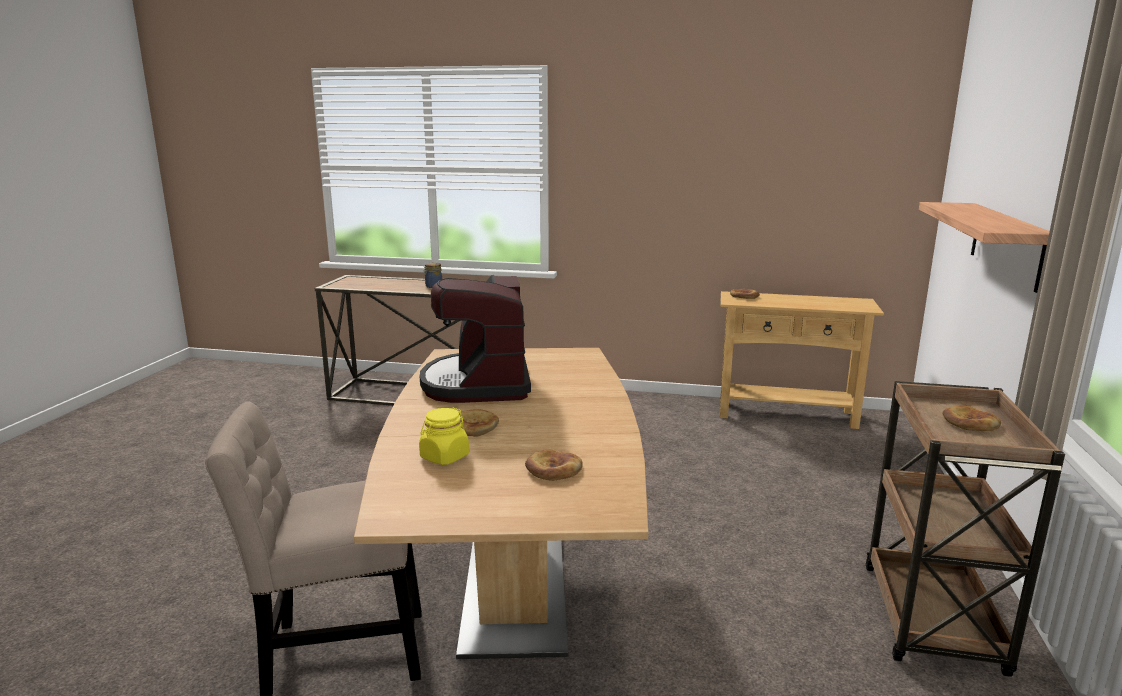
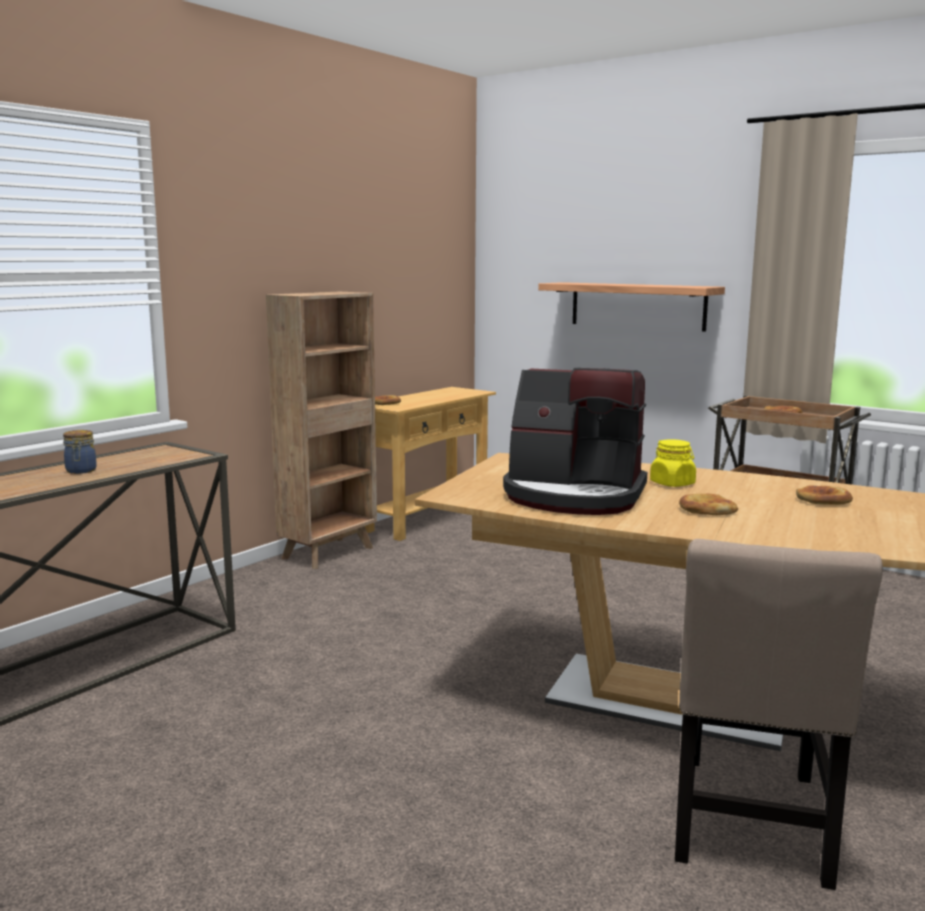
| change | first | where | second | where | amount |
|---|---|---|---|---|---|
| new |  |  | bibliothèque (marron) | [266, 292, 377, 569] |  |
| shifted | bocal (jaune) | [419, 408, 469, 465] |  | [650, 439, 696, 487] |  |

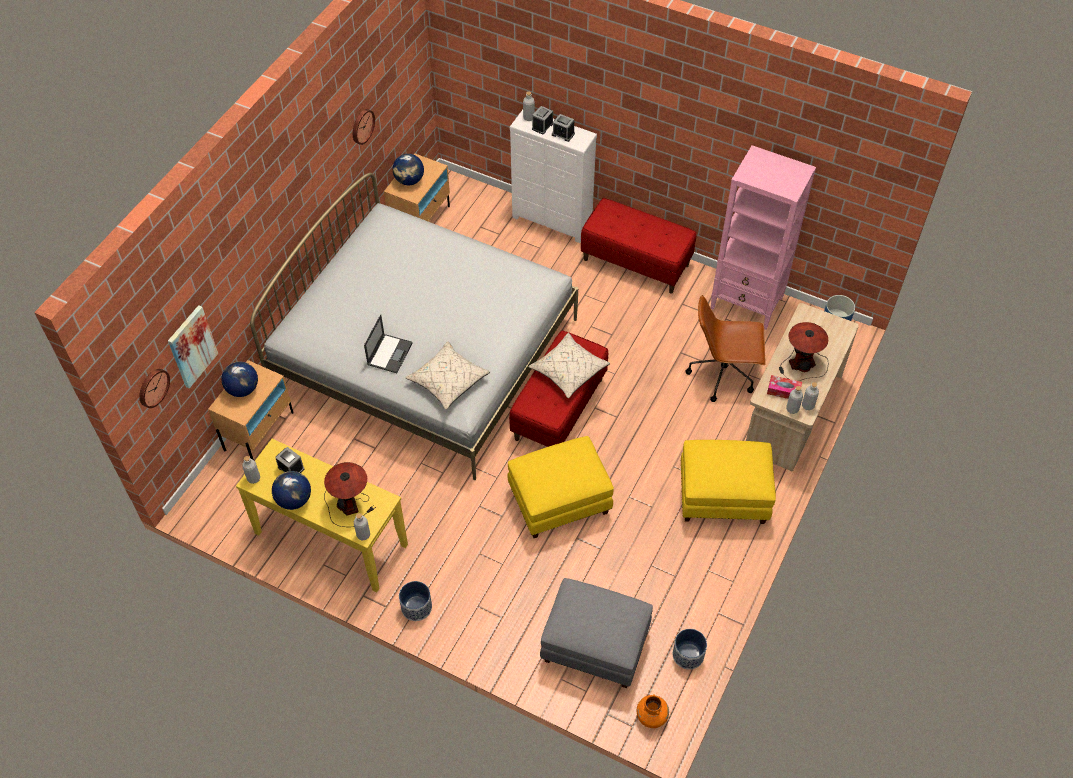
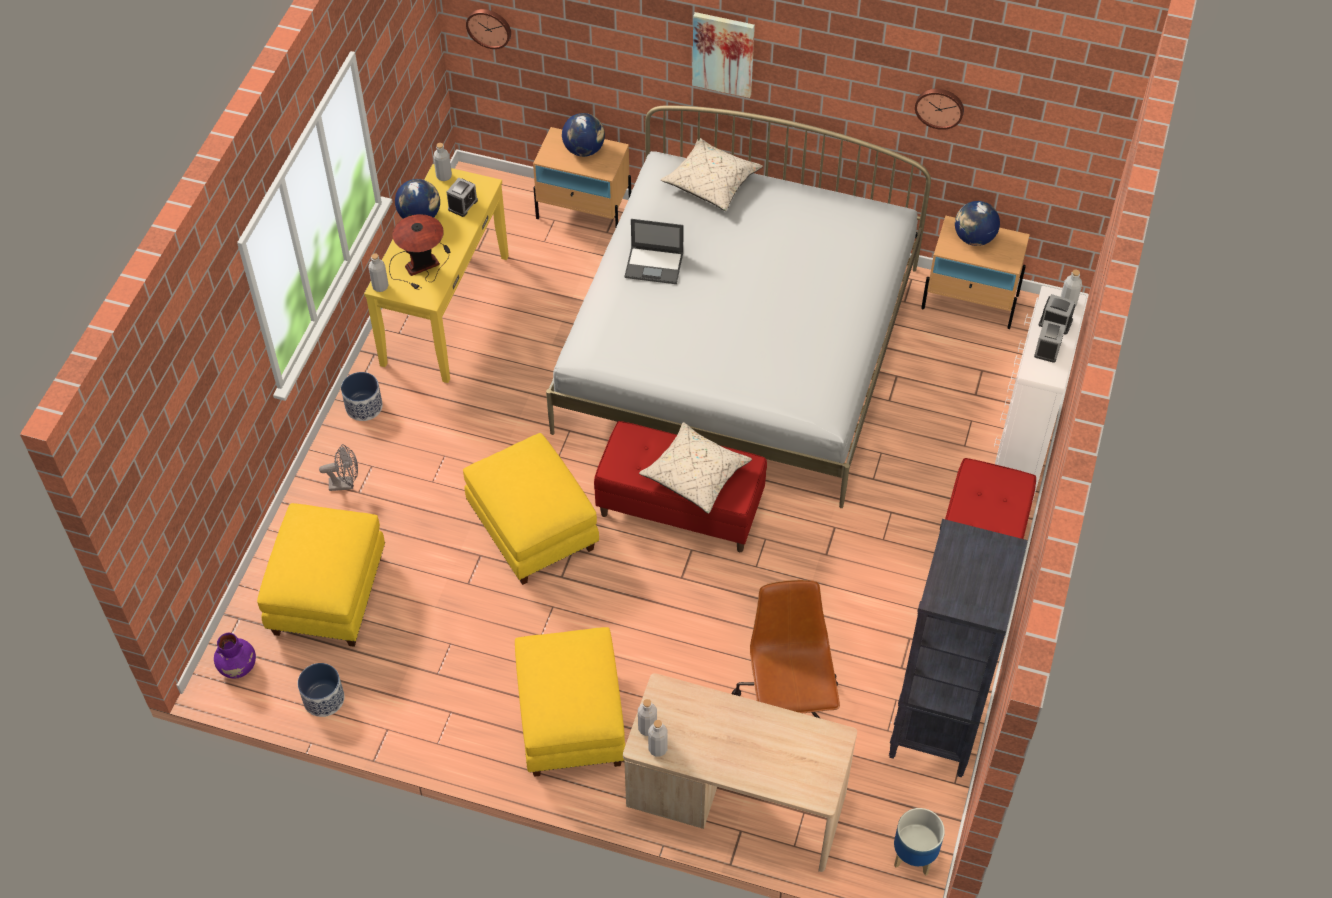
| change | first | where | second | where | amount |
|---|---|---|---|---|---|
| repainted | vase (orange) | [637, 694, 669, 728] | vase (violet) | [214, 633, 256, 679] |  |
| repainted | pouf (gris) | [540, 578, 653, 688] | pouf (jaune) | [257, 503, 385, 647] |  |
| new |  |  | ventilateur (gris) | [319, 444, 358, 491] |  |
| shifted | coussin (beige) | [405, 341, 490, 410] |  | [661, 138, 763, 211] |  |
| shifted | tableau | [168, 305, 218, 388] |  | [692, 12, 755, 98] |  |
| repainted | bibliothèque (rose) | [710, 145, 816, 330] | bibliothèque (noir) | [889, 519, 1028, 778] |  |
| gone | boîte à mouchoirs | [767, 375, 802, 399] |  |  |  |
| gone | lampe de table | [779, 322, 828, 381] |  |  |  |

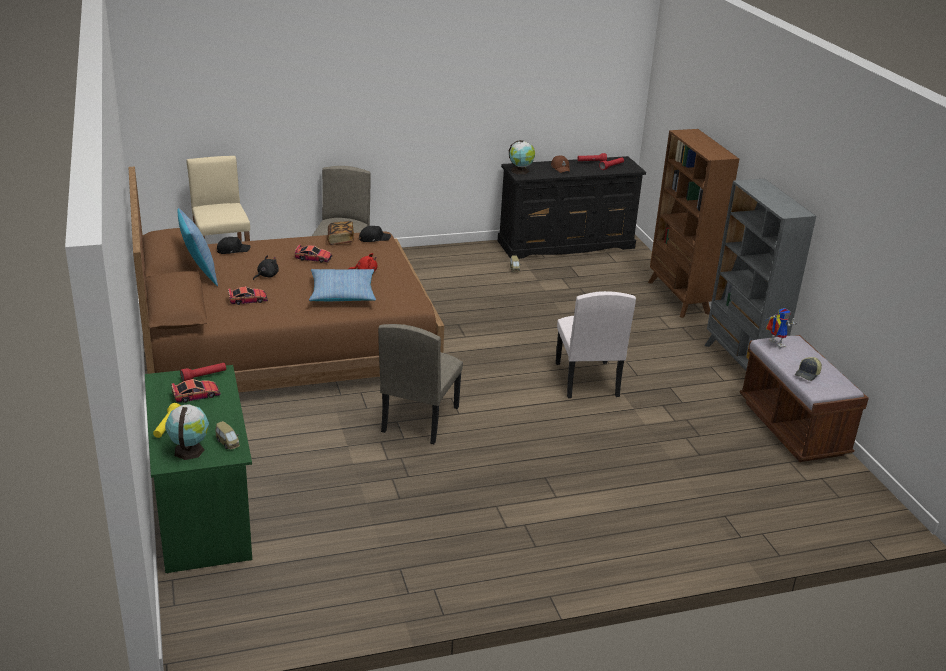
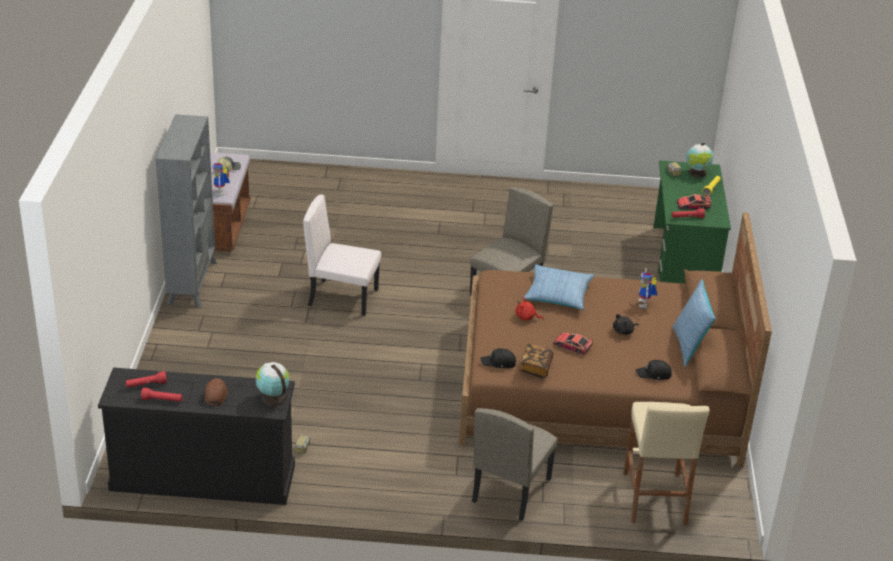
| change | first | where | second | where | amount |
|---|---|---|---|---|---|
| rotated | chaise (blanc) | [556, 291, 636, 398] |  | [303, 194, 381, 316] | 90 degrees counterclockwise |
| swapped | petite voiture | [228, 286, 268, 305] | robot jouet | [639, 268, 657, 308] |  |
| gone | bibliothèque (marron) | [648, 129, 739, 318] |  |  |  |

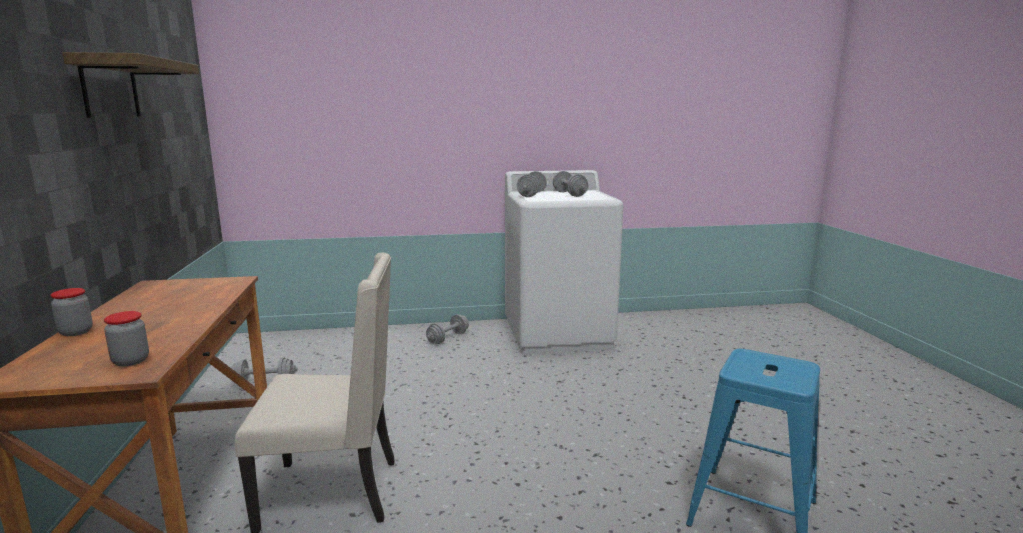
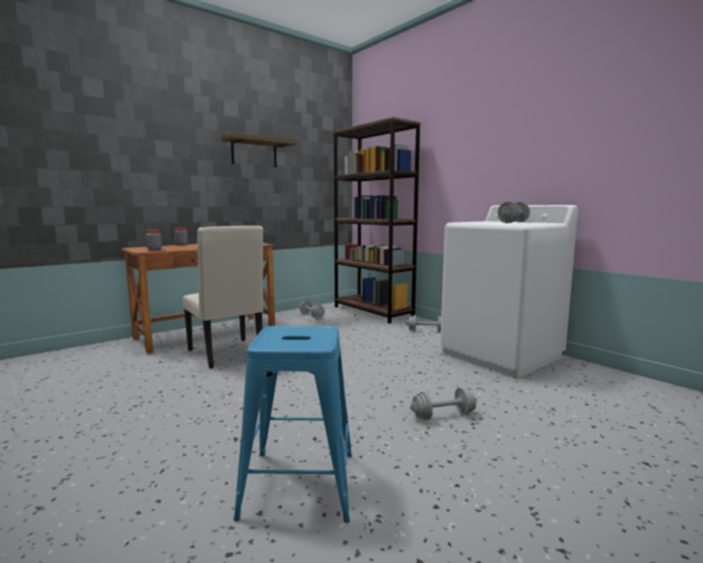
| change | first | where | second | where | amount |
|---|---|---|---|---|---|
| new |  |  | bibliothèque (marron) | [333, 117, 421, 324] |  |
| shifted | haltère (gris) | [517, 171, 547, 197] |  | [410, 387, 477, 420] |  |

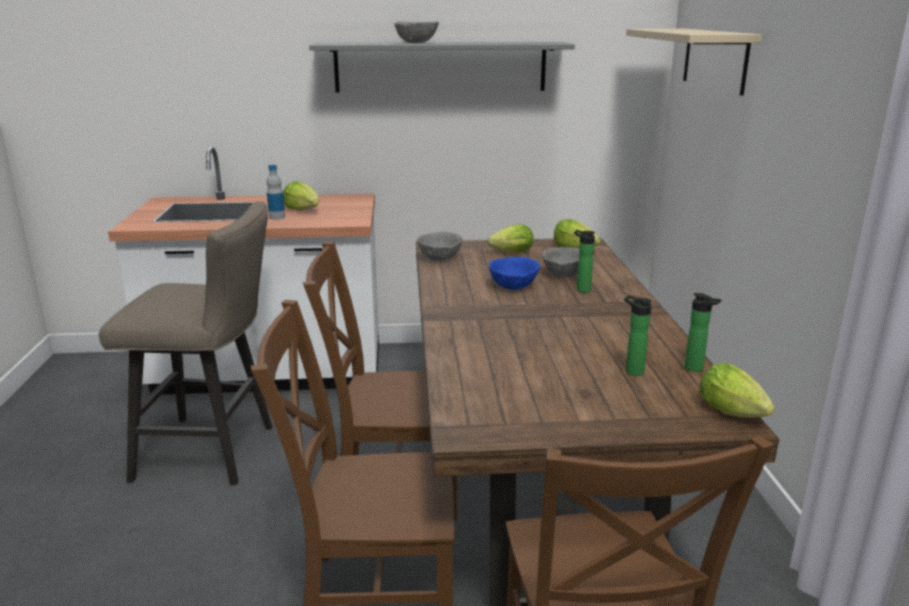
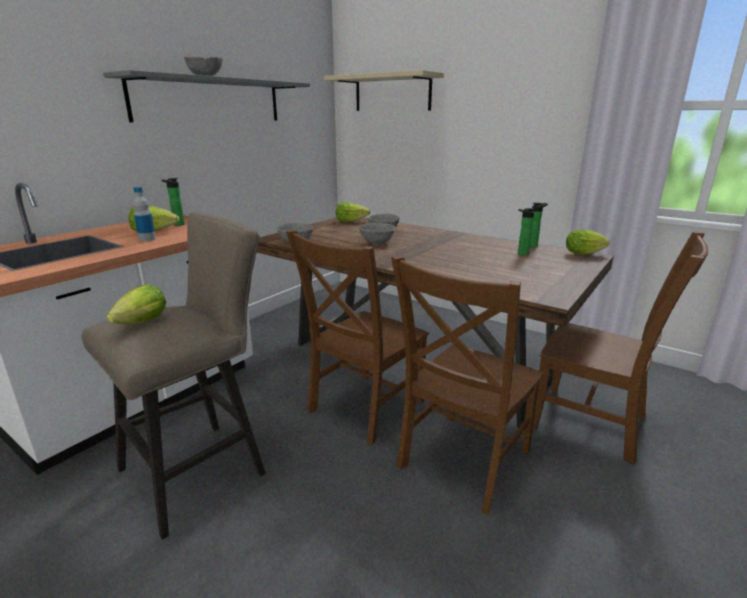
| change | first | where | second | where | amount |
|---|---|---|---|---|---|
| shifted | laitue | [488, 224, 534, 253] |  | [107, 284, 166, 324] |  |
| shifted | bouteille | [574, 230, 596, 293] |  | [161, 178, 185, 226] |  |
| repainted | bol (bleu) | [489, 257, 540, 290] | bol (gris) | [359, 222, 395, 244] |  |

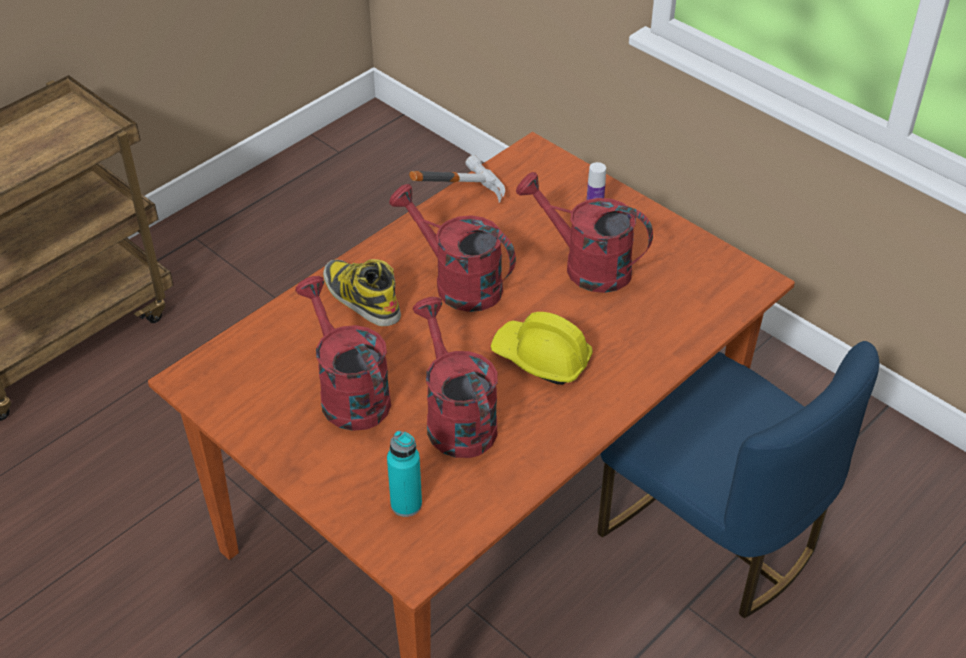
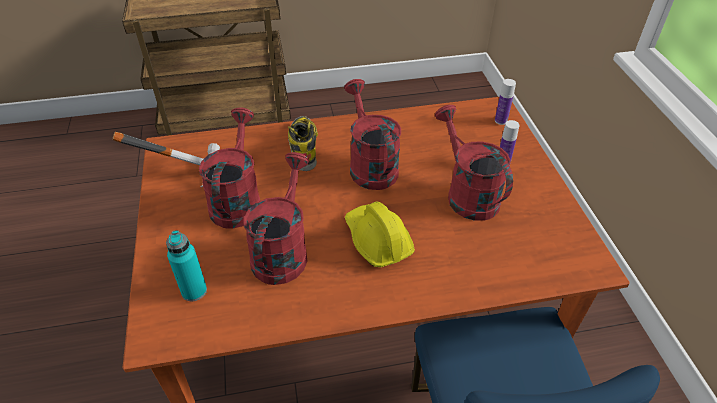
| change | first | where | second | where | amount |
|---|---|---|---|---|---|
| shifted | marteau | [409, 155, 505, 203] |  | [113, 132, 220, 187] |  |
| new |  |  | bouteille | [495, 79, 516, 125] |  |

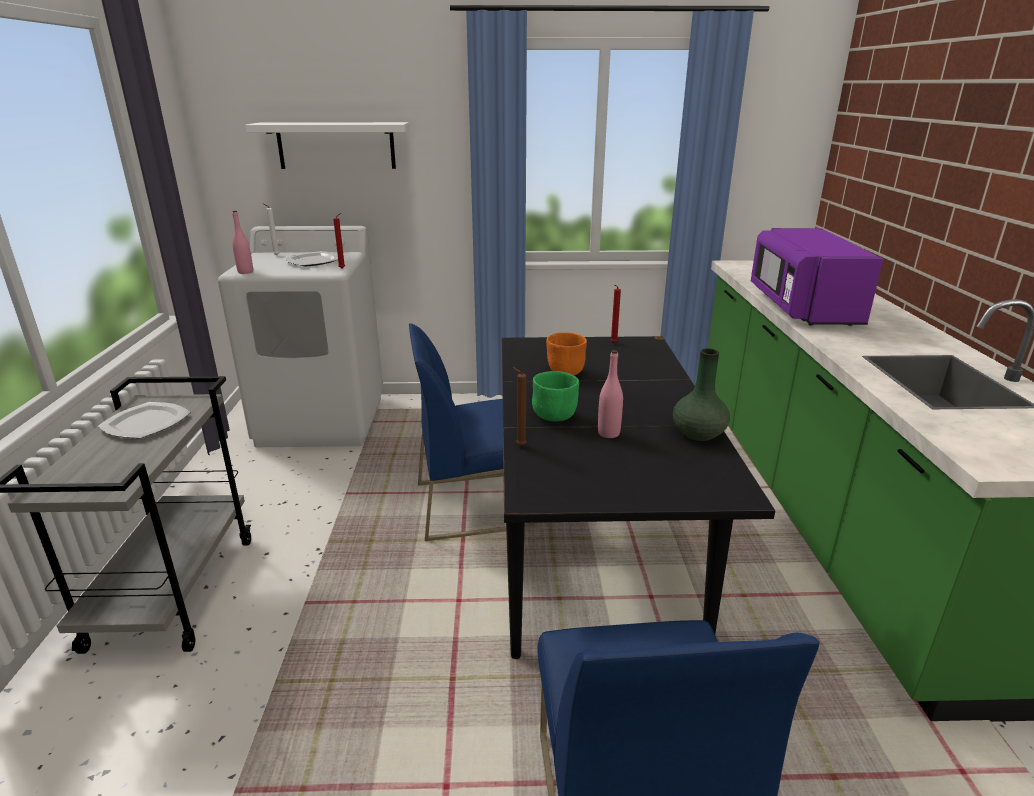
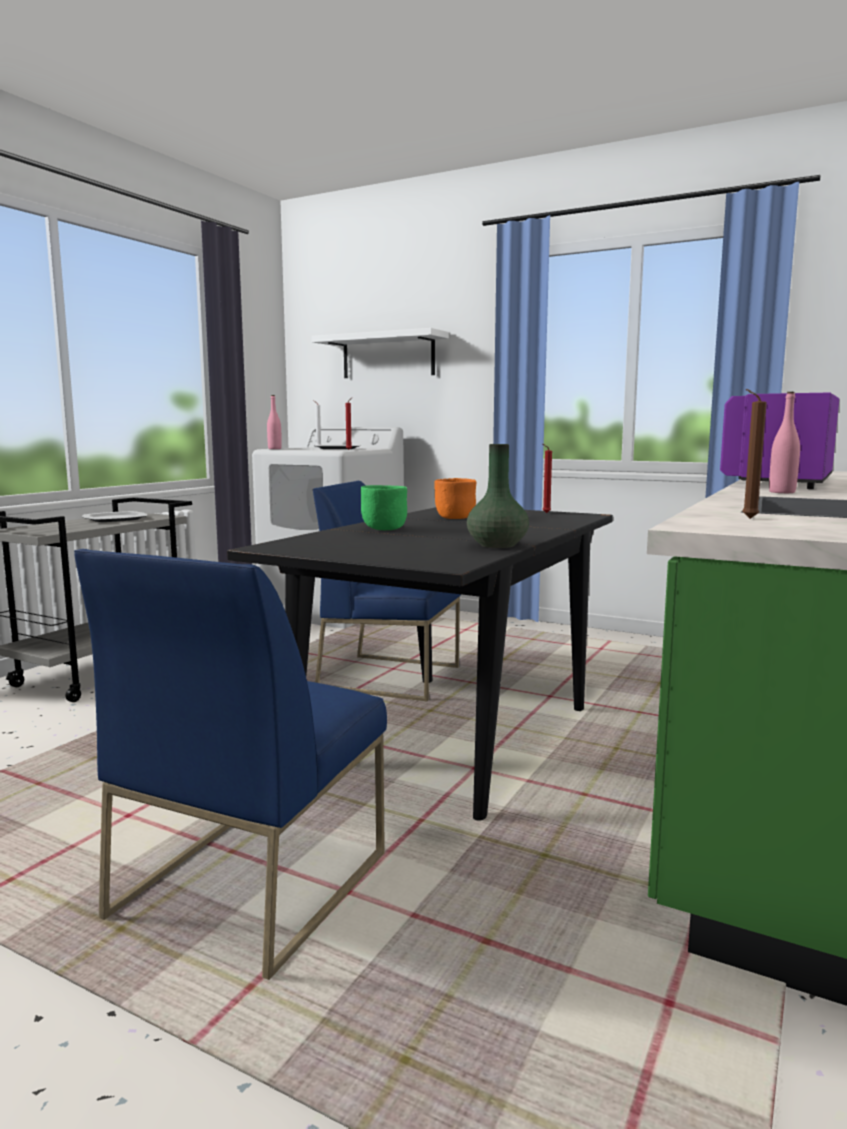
| change | first | where | second | where | amount |
|---|---|---|---|---|---|
| shifted | bougie (marron) | [512, 367, 527, 446] |  | [742, 389, 767, 519] |  |
| shifted | bouteille (rose) | [598, 350, 623, 438] |  | [769, 392, 800, 493] |  |

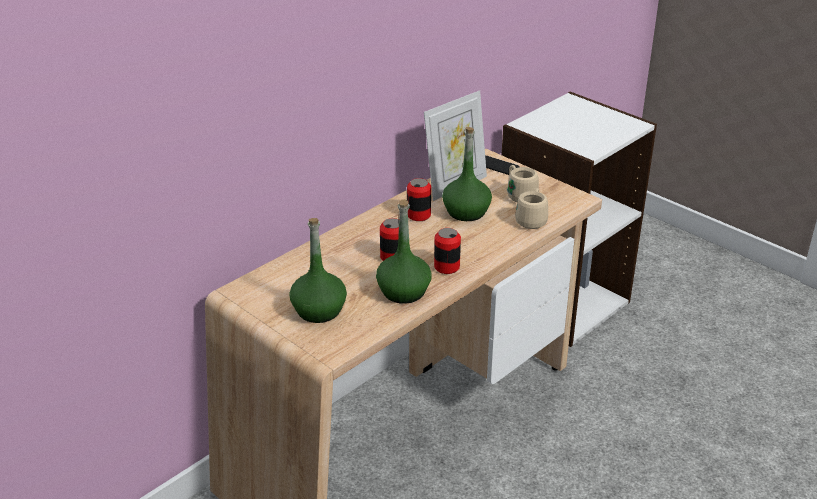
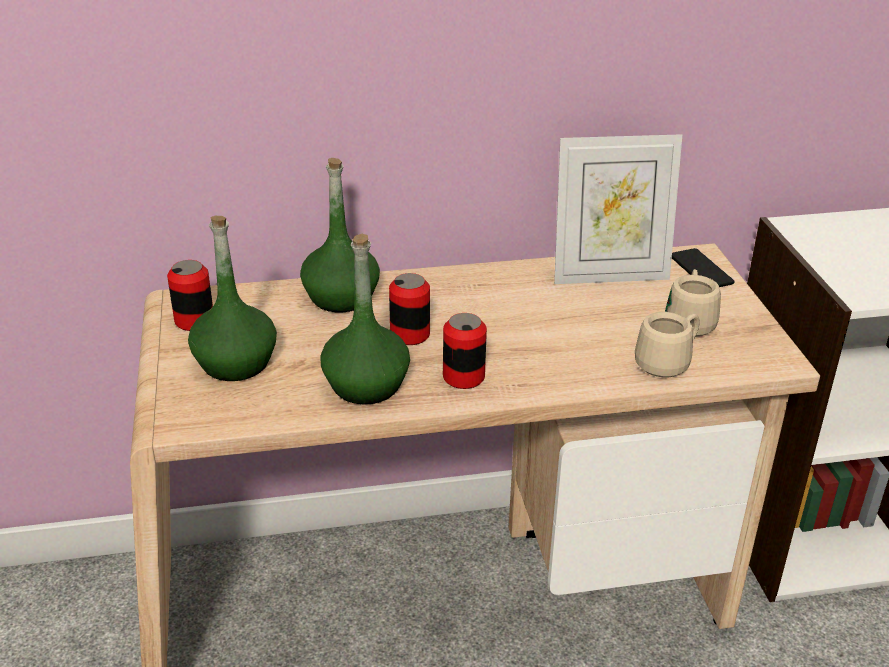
| change | first | where | second | where | amount |
|---|---|---|---|---|---|
| shifted | boîte métallique | [407, 178, 431, 221] |  | [167, 260, 213, 331] |  |
| shifted | bouteille (vert) | [442, 127, 492, 221] |  | [300, 158, 380, 312] |  |

